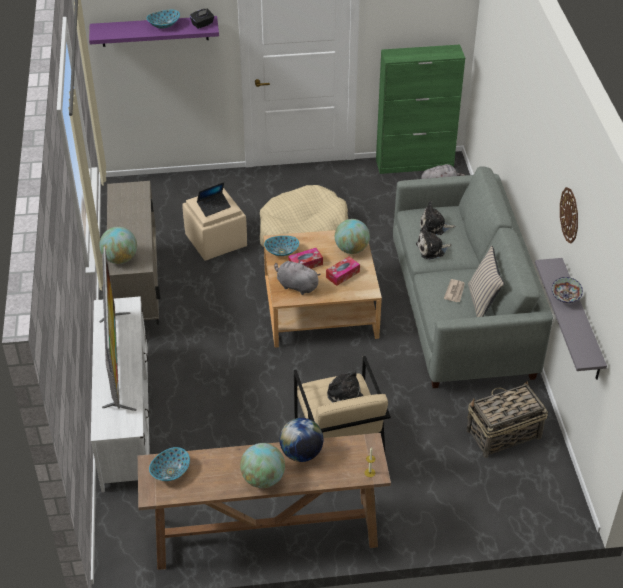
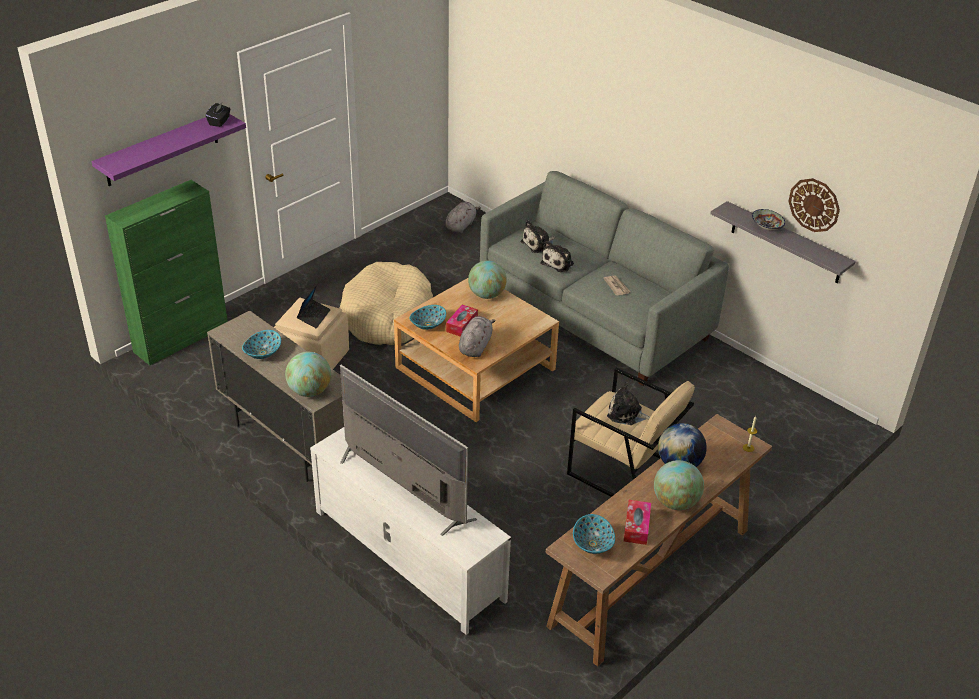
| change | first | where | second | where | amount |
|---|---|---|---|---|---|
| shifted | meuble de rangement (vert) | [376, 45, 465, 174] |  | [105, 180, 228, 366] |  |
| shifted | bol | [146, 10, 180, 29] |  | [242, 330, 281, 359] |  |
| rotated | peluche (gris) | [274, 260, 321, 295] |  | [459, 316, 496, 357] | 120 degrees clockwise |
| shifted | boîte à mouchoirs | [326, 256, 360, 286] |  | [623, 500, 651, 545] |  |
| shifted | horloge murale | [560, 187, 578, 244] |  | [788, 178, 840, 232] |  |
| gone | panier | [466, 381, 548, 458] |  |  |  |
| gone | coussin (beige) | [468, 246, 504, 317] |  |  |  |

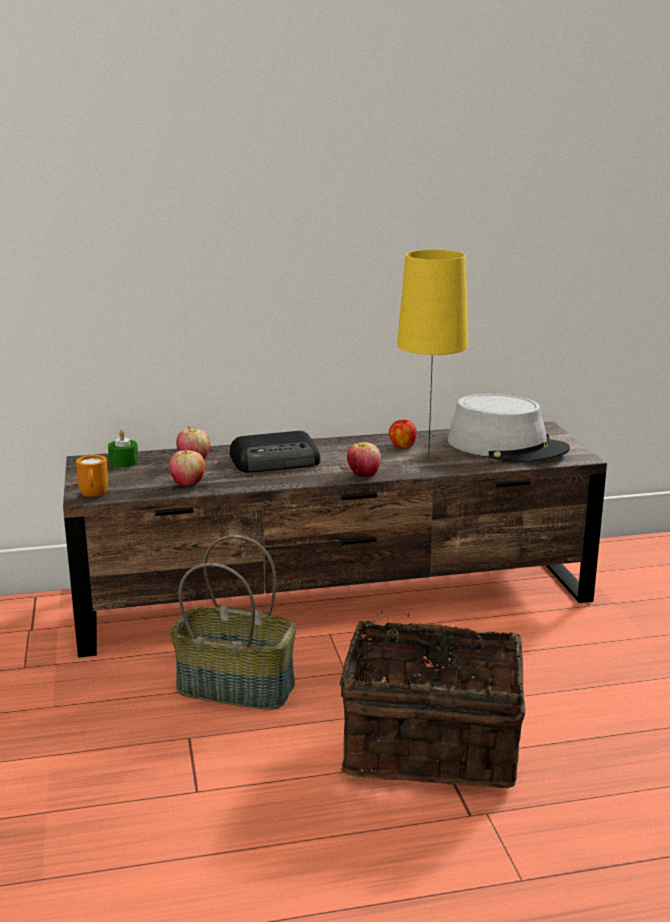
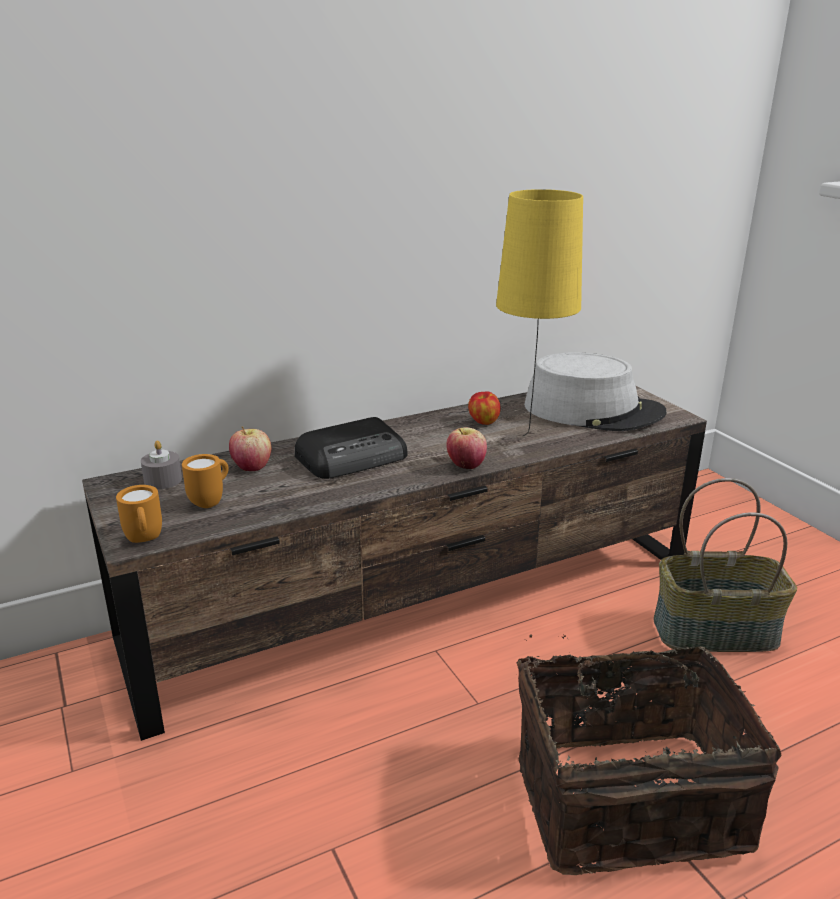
| change | first | where | second | where | amount |
|---|---|---|---|---|---|
| repainted | bougie (vert) | [108, 429, 139, 467] | bougie (gris) | [141, 441, 182, 489] |  |
| new |  |  | mug (orange) | [182, 454, 229, 508] |  |
| shifted | panier | [170, 535, 297, 710] |  | [654, 478, 797, 652] |  |
| gone | pomme | [169, 447, 205, 487] |  |  |  |

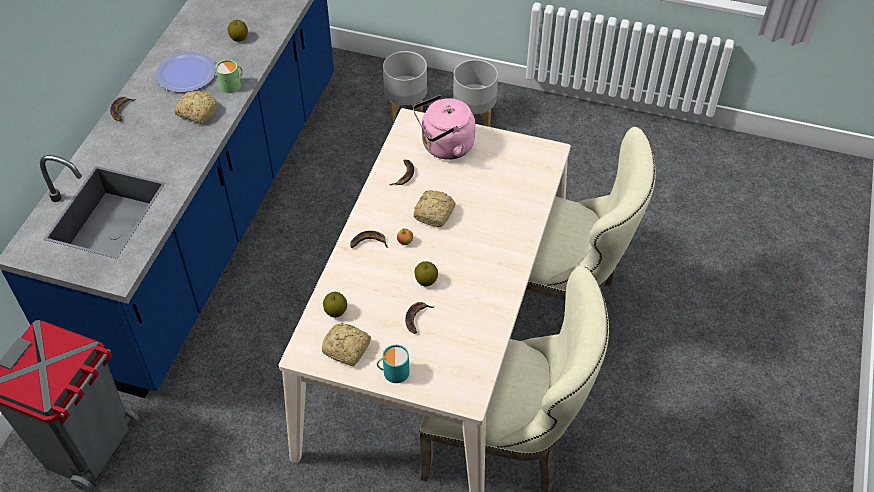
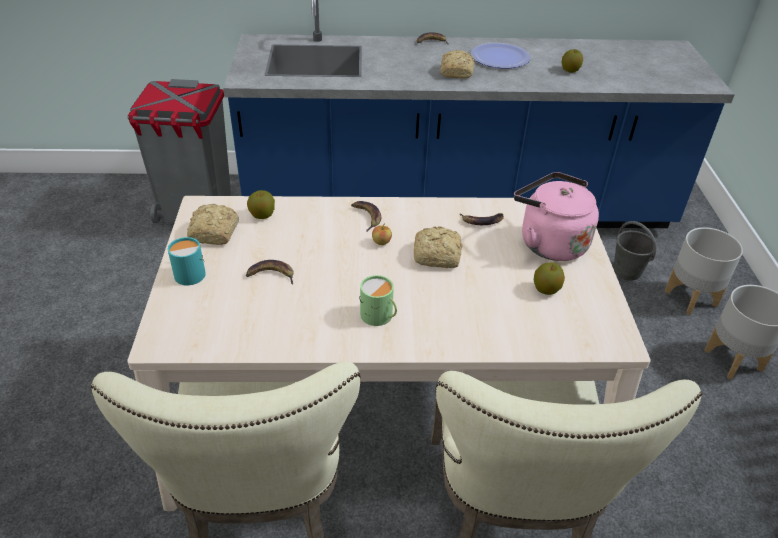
| change | first | where | second | where | amount |
|---|---|---|---|---|---|
| shifted | mug (vert) | [216, 60, 243, 93] |  | [359, 275, 397, 326] |  |
| shifted | pomme | [414, 261, 438, 287] |  | [534, 263, 565, 295] |  |
| new |  |  | seau (gris) | [613, 221, 657, 280] |  |

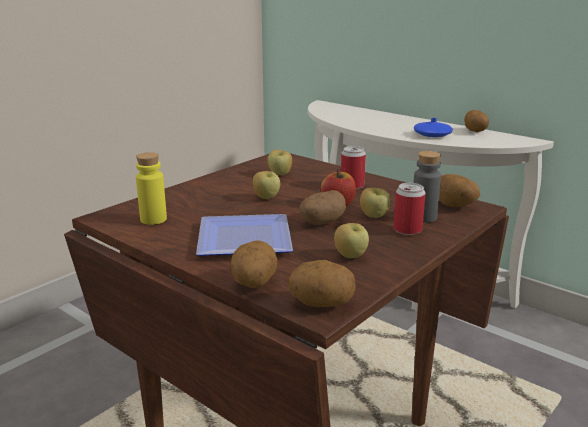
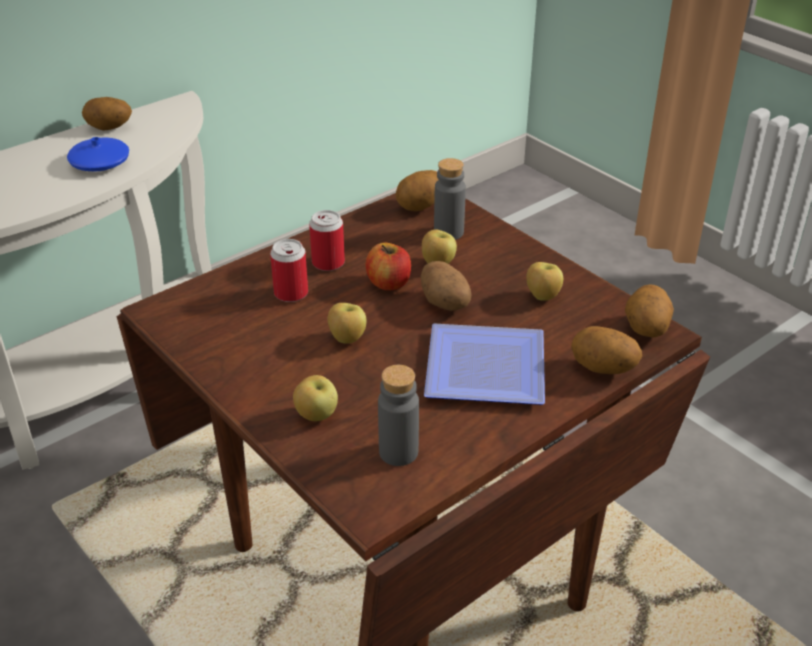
| change | first | where | second | where | amount |
|---|---|---|---|---|---|
| shifted | boîte métallique | [394, 183, 426, 235] |  | [270, 239, 308, 302] |  |
| shifted | pomme | [267, 150, 292, 175] |  | [293, 375, 338, 421] |  |
| repainted | bouteille (jaune) | [136, 152, 167, 225] | bouteille (gris) | [378, 365, 419, 466] |  |

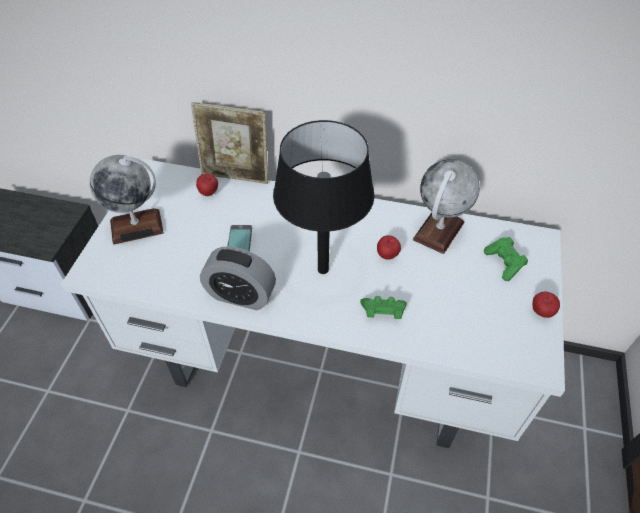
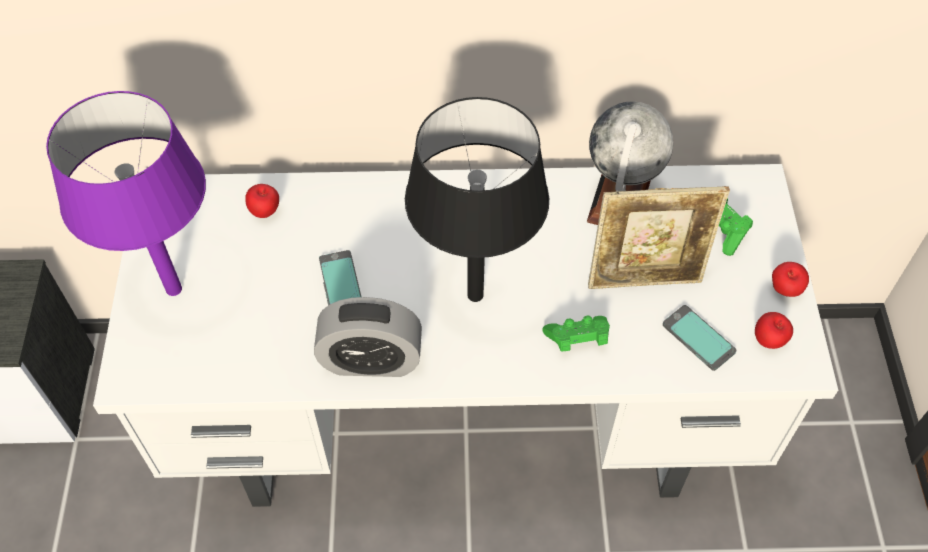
| change | first | where | second | where | amount |
|---|---|---|---|---|---|
| swapped | globe | [90, 155, 164, 245] | lampe de table (violet) | [46, 91, 206, 296] |  |
| shifted | cadre photo | [191, 102, 268, 184] |  | [588, 186, 730, 289] |  |
| new |  |  | téléphone | [663, 305, 737, 371] |  |
| shifted | pomme | [377, 235, 401, 260] |  | [755, 312, 793, 349] |  |

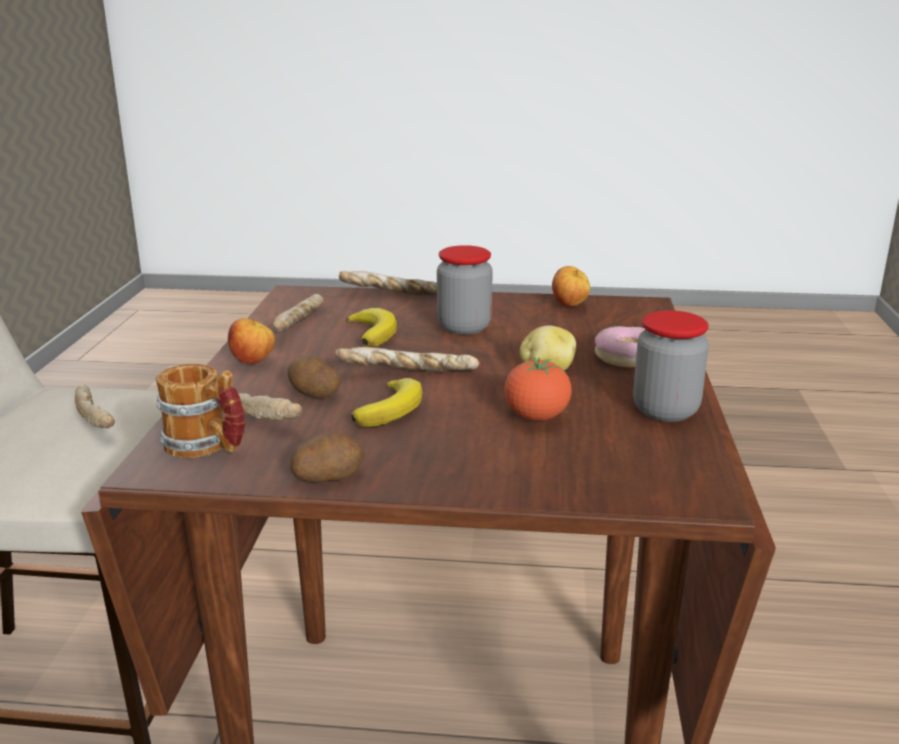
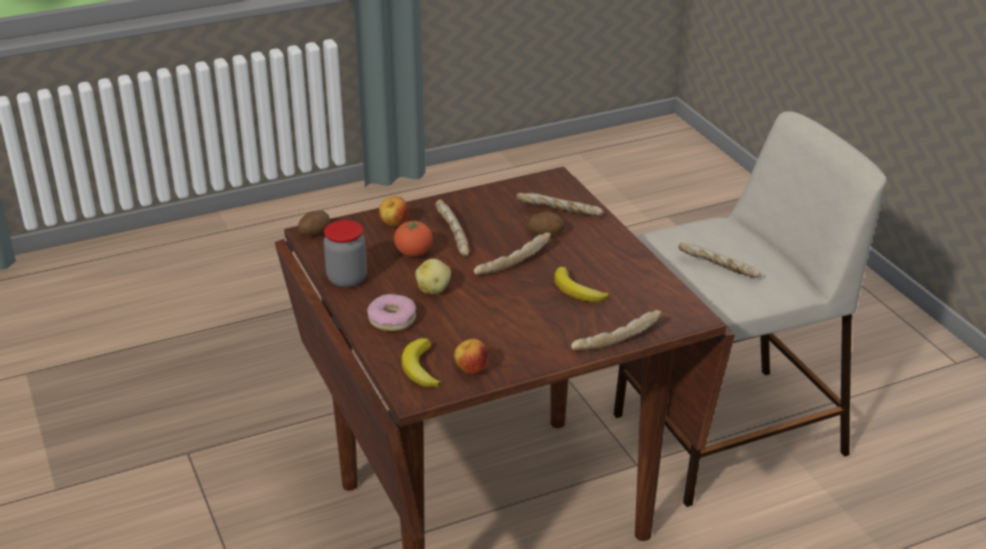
| change | first | where | second | where | amount |
|---|---|---|---|---|---|
| shifted | pomme de terre | [290, 432, 365, 482] |  | [298, 210, 330, 236] |  |
| shifted | pomme | [228, 318, 275, 364] |  | [379, 196, 409, 227] |  |
| shifted | banane | [351, 378, 422, 427] |  | [401, 338, 442, 387] |  |
| shifted | pain | [272, 294, 323, 333] |  | [435, 199, 469, 256] |  |
| gone | mug | [156, 364, 246, 458] |  |  |  |
| gone | bocal | [437, 245, 493, 335] |  |  |  |

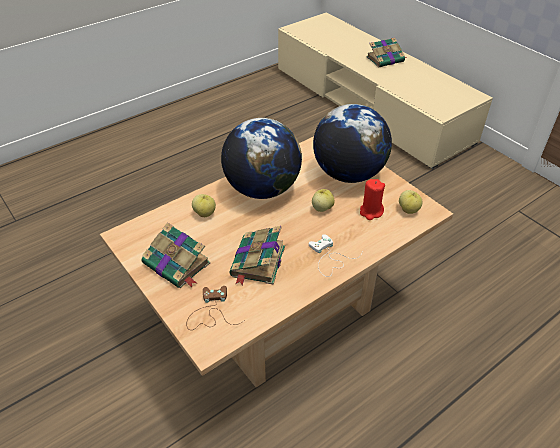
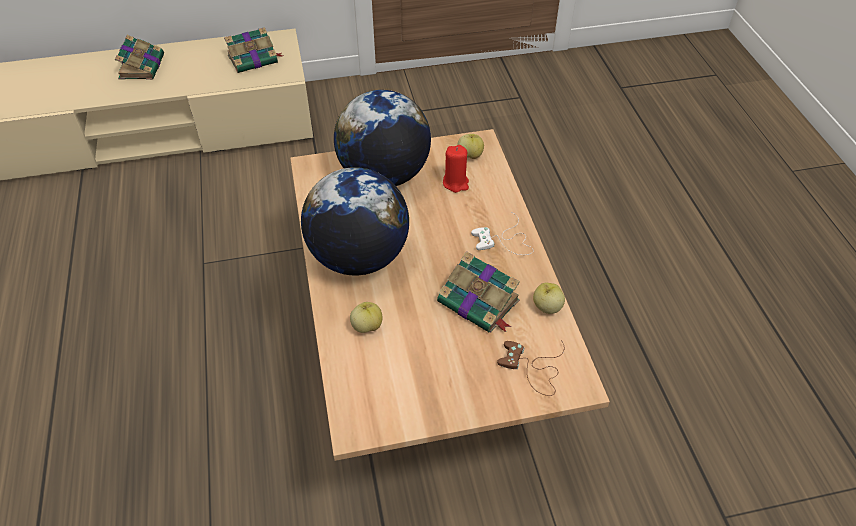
| change | first | where | second | where | amount |
|---|---|---|---|---|---|
| shifted | livre | [142, 222, 210, 288] |  | [224, 27, 284, 73] |  |
| shifted | pomme | [312, 189, 335, 212] |  | [533, 283, 565, 314] |  |

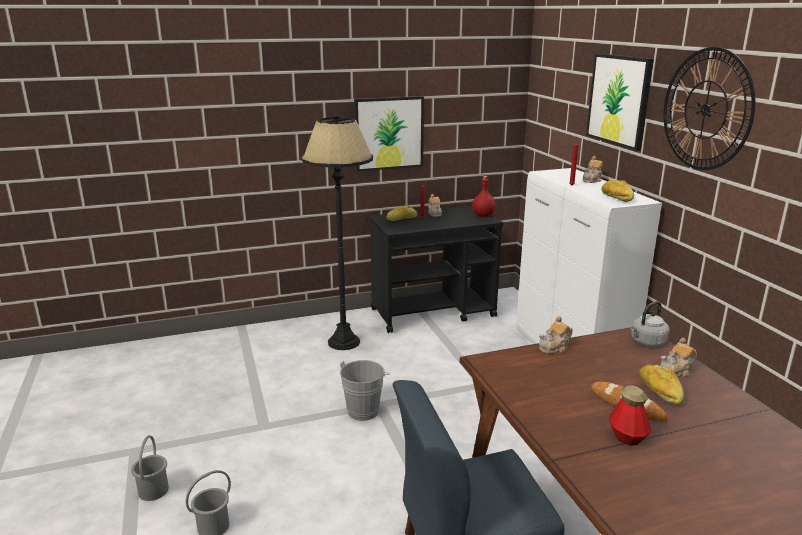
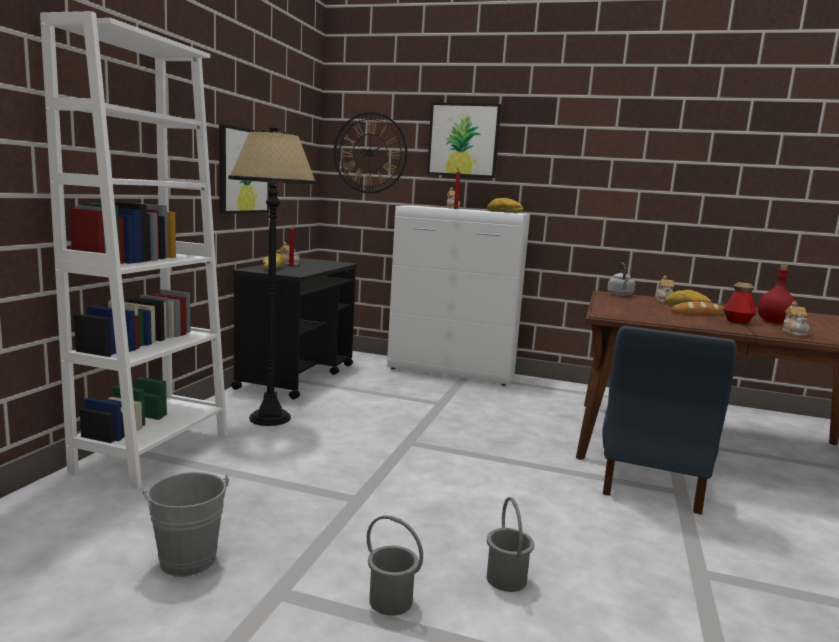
| change | first | where | second | where | amount |
|---|---|---|---|---|---|
| new |  |  | bibliothèque (blanc) | [40, 11, 227, 489] |  |
| shifted | seau (gris) | [340, 360, 390, 421] |  | [143, 472, 229, 577] |  |
| shifted | horloge murale | [664, 47, 755, 170] |  | [334, 112, 407, 193] |  |
| shifted | bouteille (rouge) | [472, 176, 496, 217] |  | [757, 265, 795, 323] |  |
| shifted | théière | [539, 316, 573, 354] |  | [782, 301, 810, 336] |  |

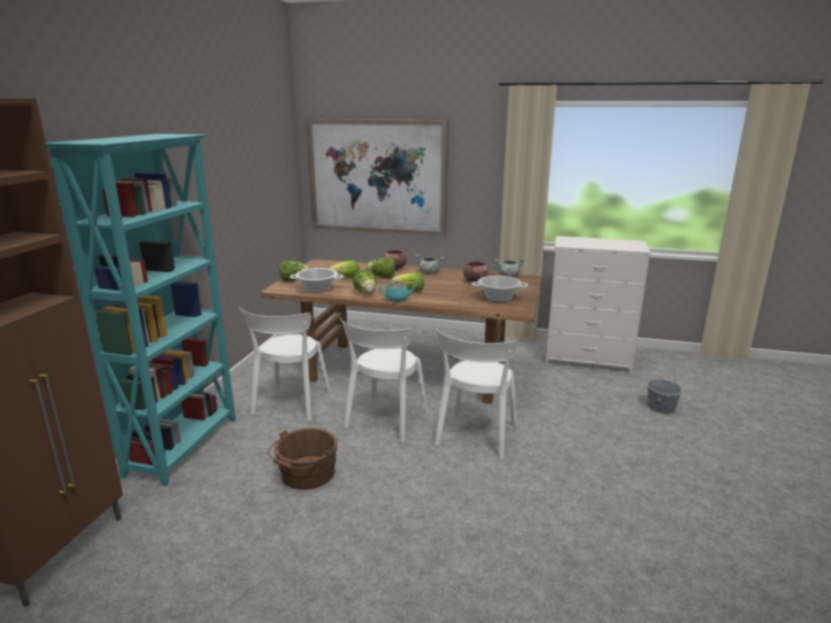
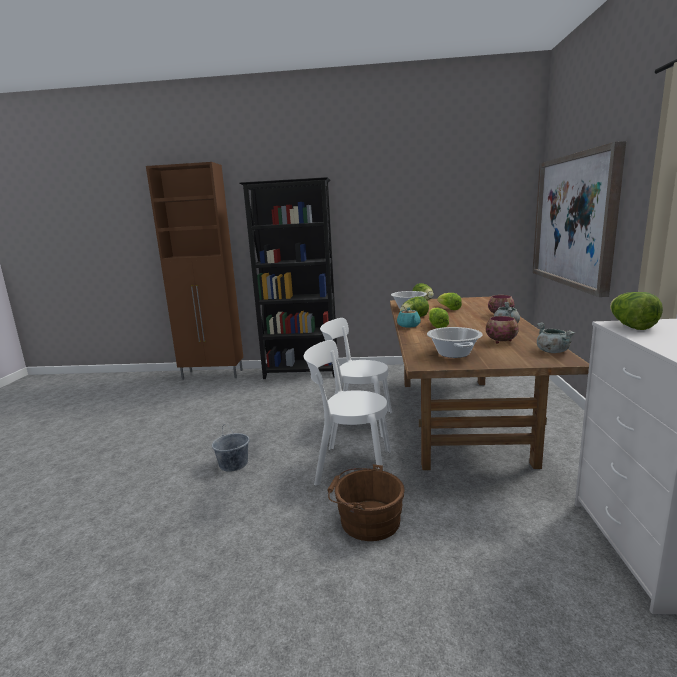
| change | first | where | second | where | amount |
|---|---|---|---|---|---|
| shifted | seau (gris) | [647, 371, 683, 414] |  | [212, 424, 250, 472] |  |
| repainted | bibliothèque (turquoise) | [46, 134, 236, 486] | bibliothèque (noir) | [239, 177, 337, 379] |  |
| shifted | seau (marron) | [268, 428, 338, 490] |  | [327, 464, 404, 541] |  |
| shifted | laitue | [366, 257, 395, 278] |  | [610, 292, 663, 330] |  |
| gone | chaise (blanc) | [240, 308, 331, 421] |  |  |  |

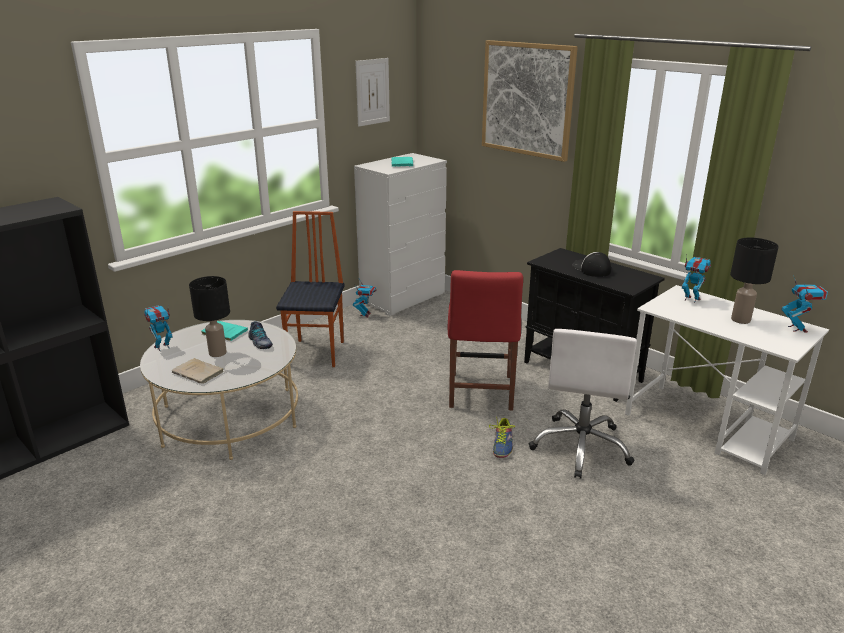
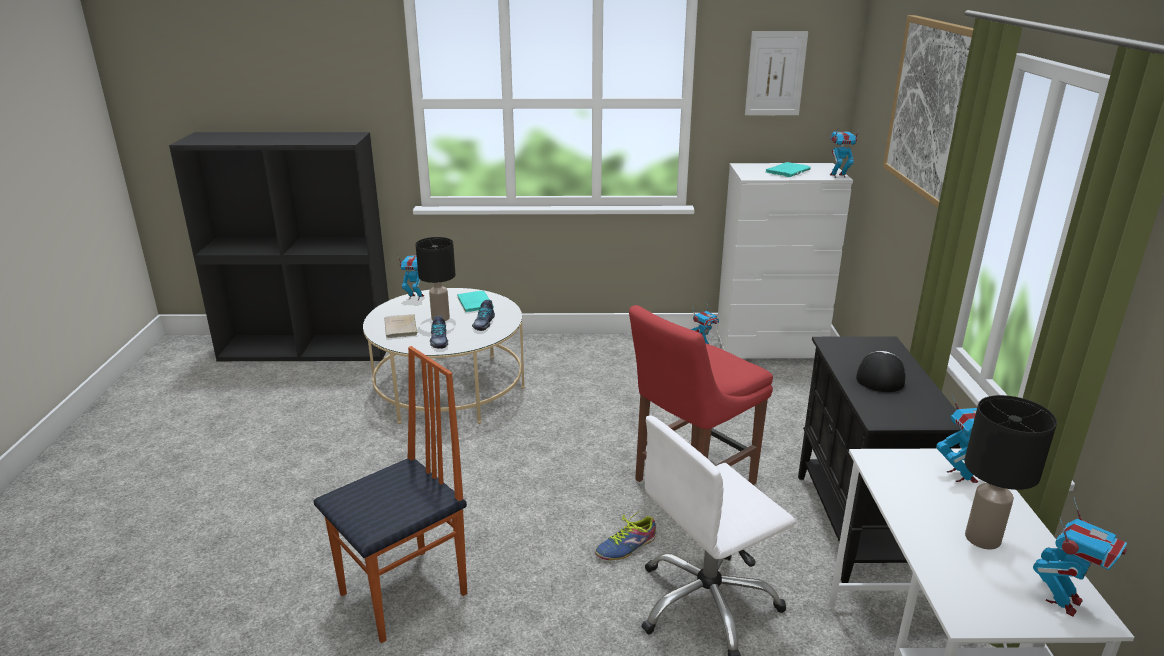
| change | first | where | second | where | amount |
|---|---|---|---|---|---|
| shifted | chaise | [276, 211, 345, 367] |  | [313, 346, 467, 643] |  |
| new |  |  | chaussure | [430, 316, 448, 349] |  |
| new |  |  | robot jouet | [830, 127, 860, 178] |  |

